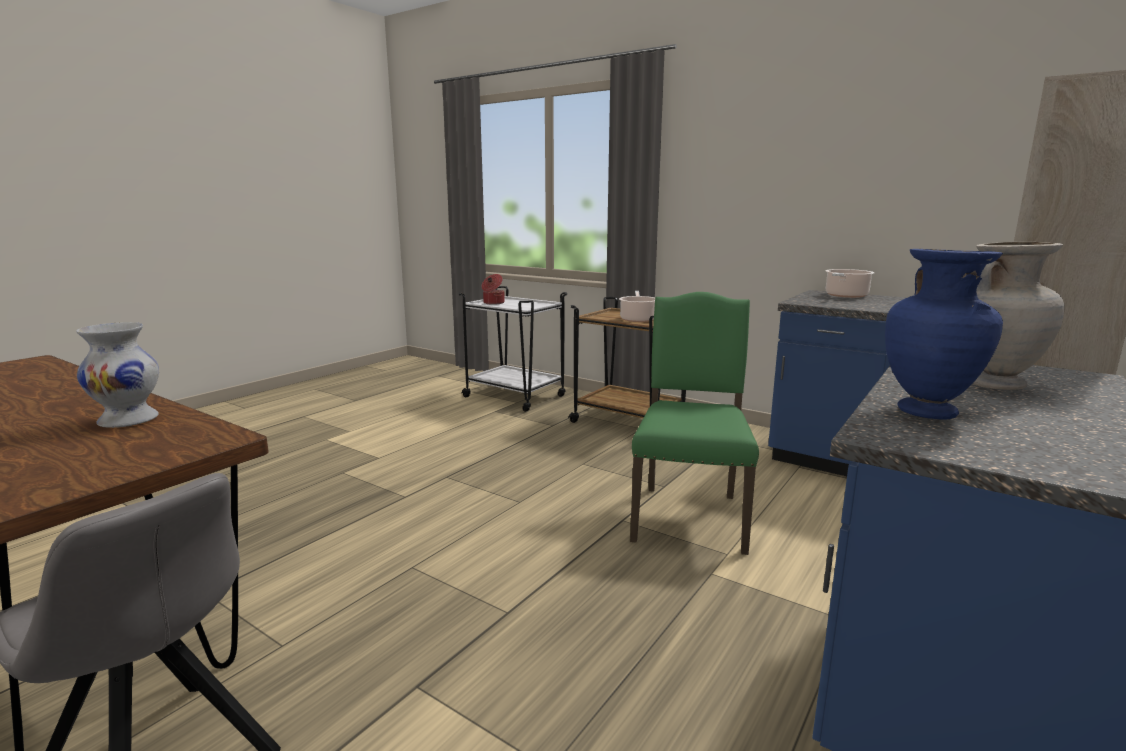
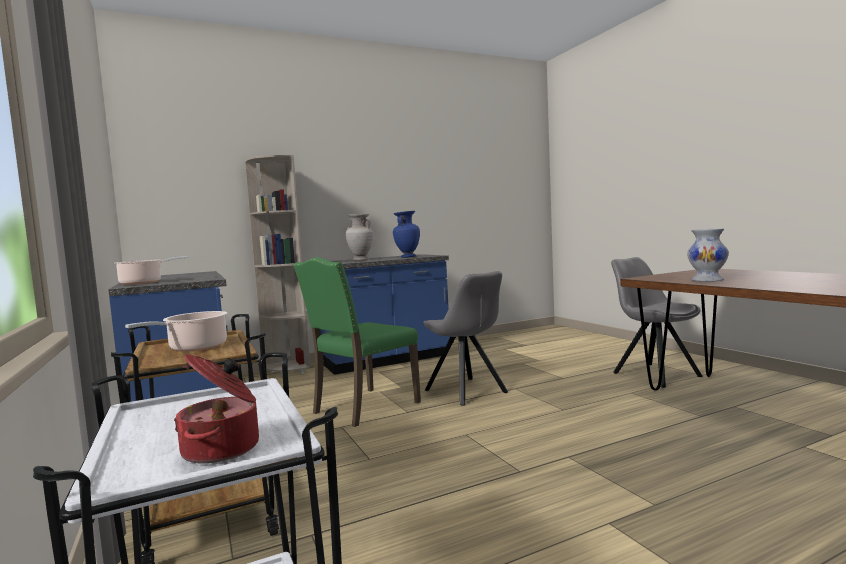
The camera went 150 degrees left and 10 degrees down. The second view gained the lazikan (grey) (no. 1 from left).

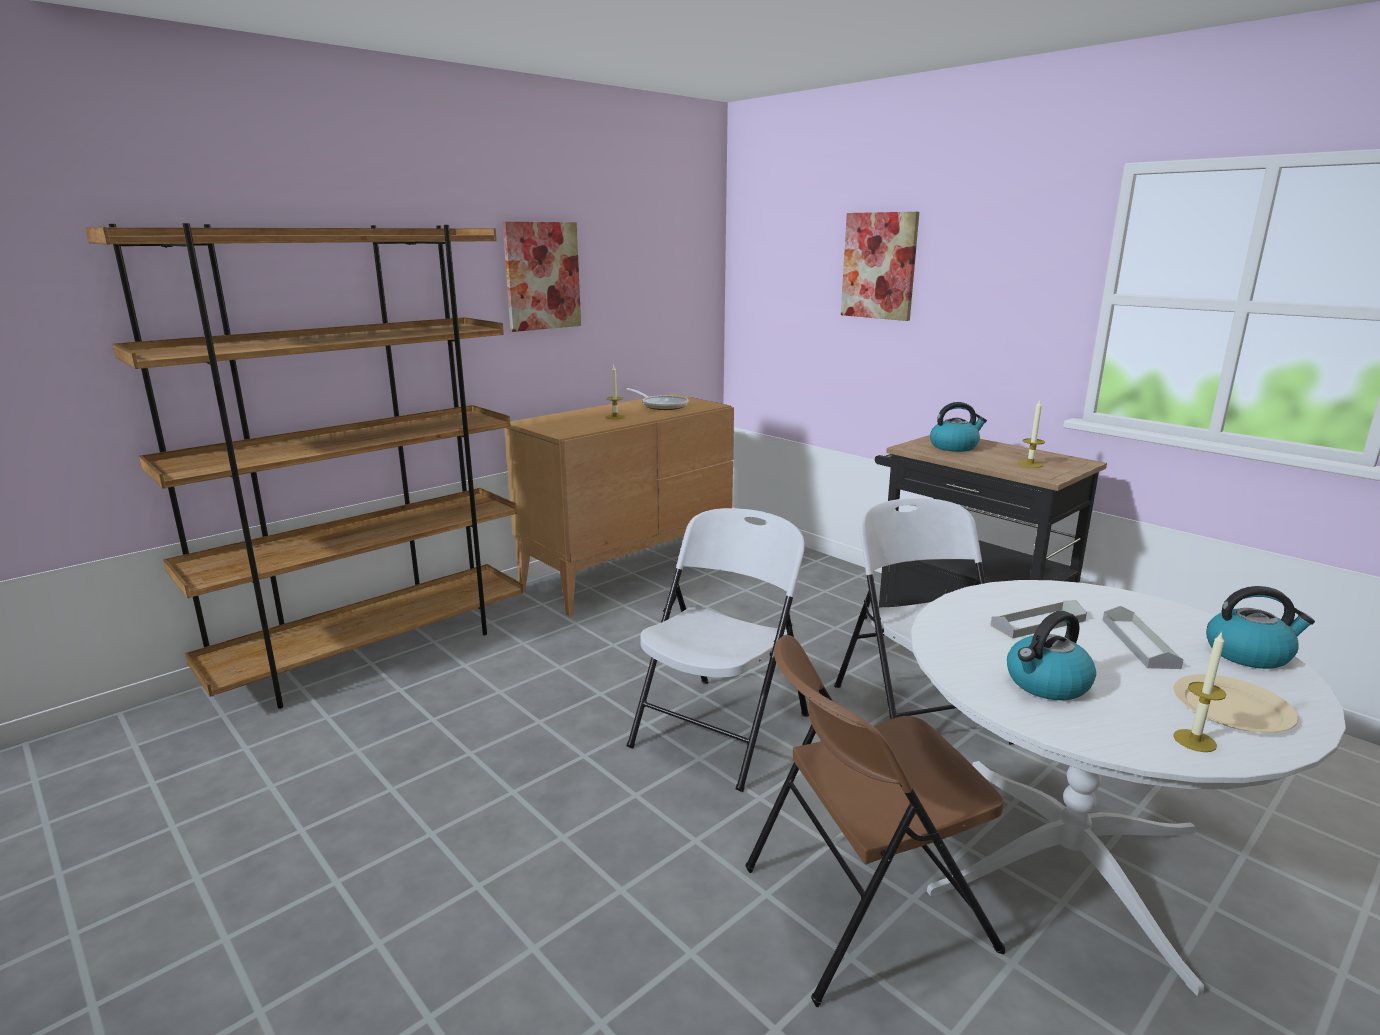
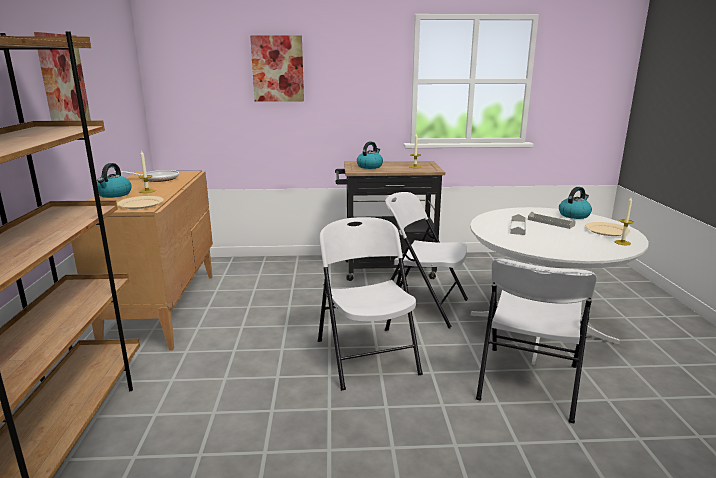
The camera went 50 degrees left and 0 degrees up. What was the lazikan (brown) turned into the lazikan (white) (no. 3 from left). The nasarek (no. 2 from left in the first image) ended up elsewhere. The second view gained the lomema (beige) (no. 1 from left).

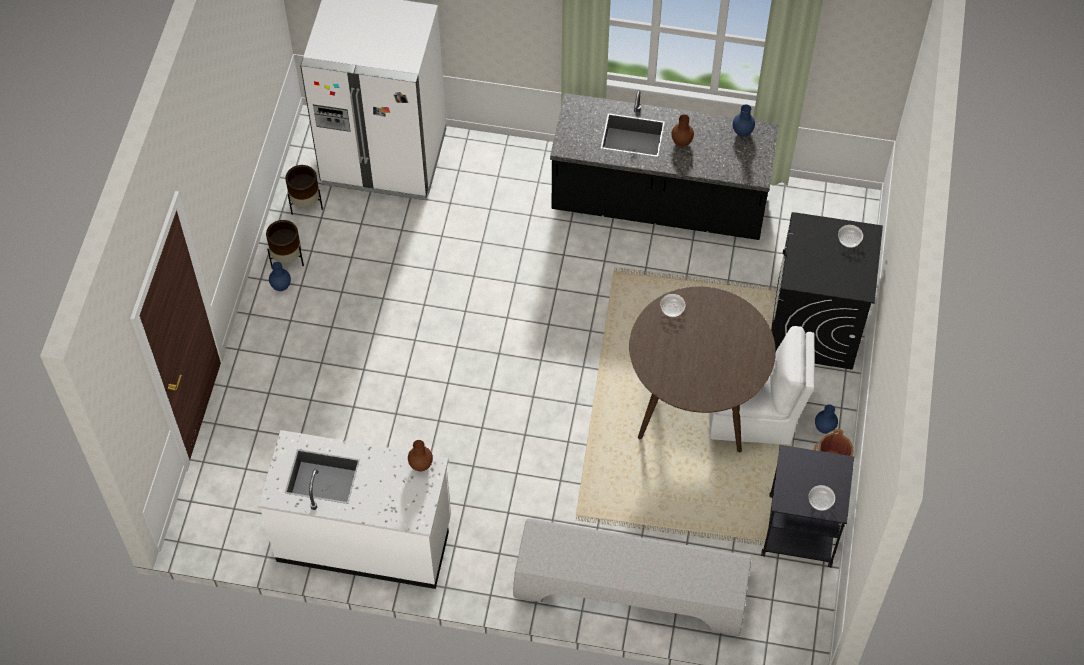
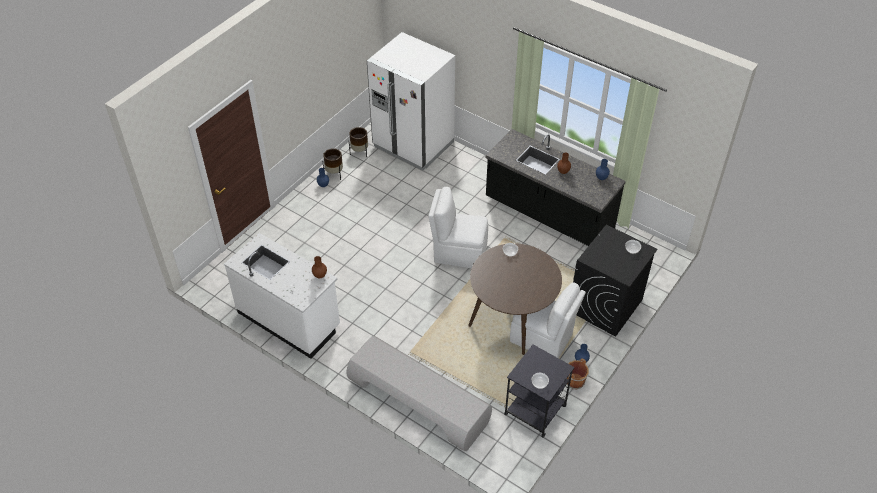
The camera went 25 degrees right and 10 degrees down. The second view gained the lazikan (white) (no. 1 from left).

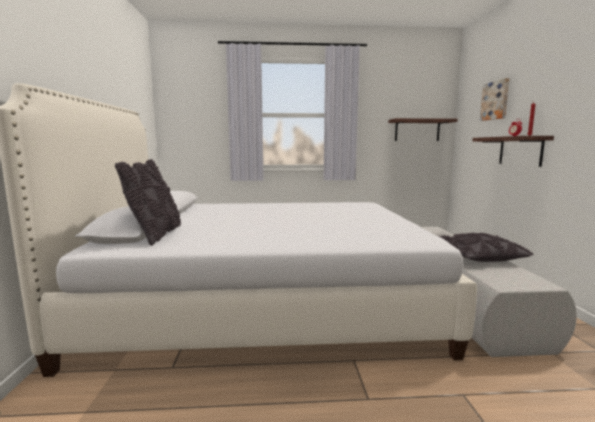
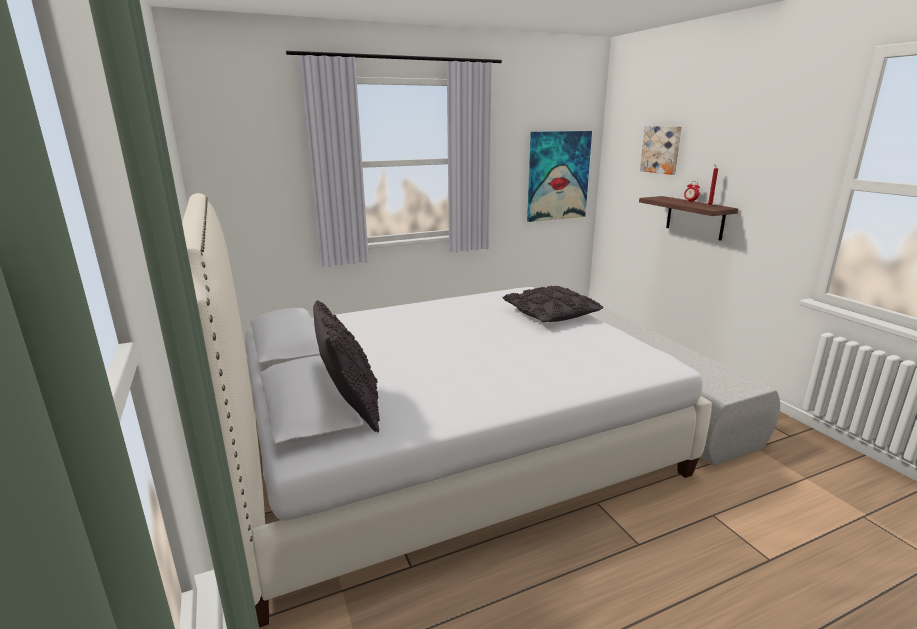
The camera went 20 degrees left and 10 degrees up. Where the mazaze (no. 1 from left) hung, the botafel (no. 1 from left) came to hang. The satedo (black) (no. 2 from left) ended up elsewhere.

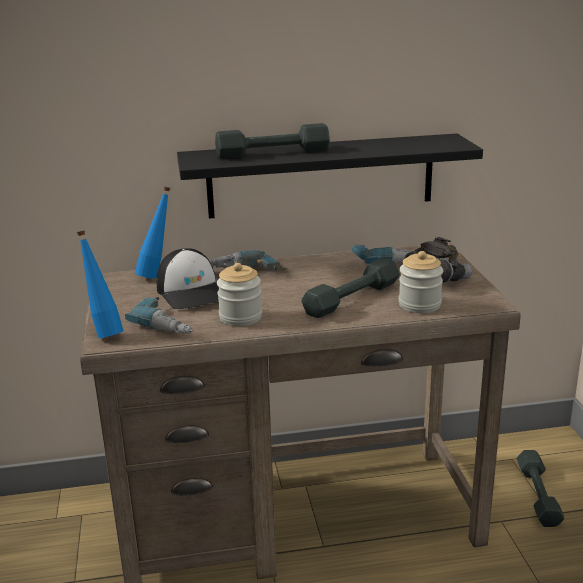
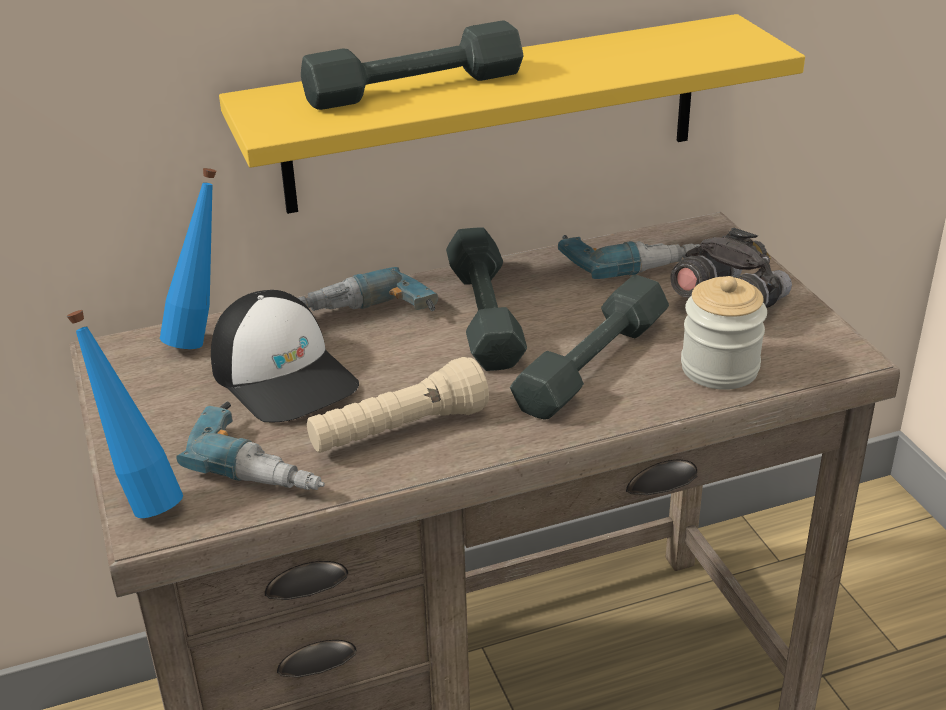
The camera went 10 degrees left and 10 degrees up. What was the mazaze (black) turned into the mazaze (yellow). Where the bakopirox (no. 1 from left) stood, the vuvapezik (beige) came to stand. The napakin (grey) (no. 3 from left in the first image) ended up elsewhere.

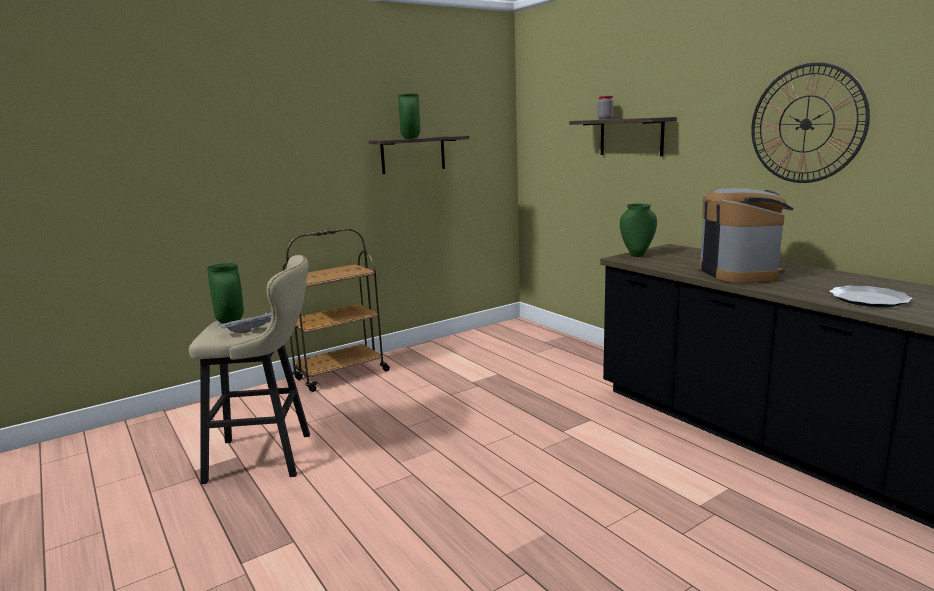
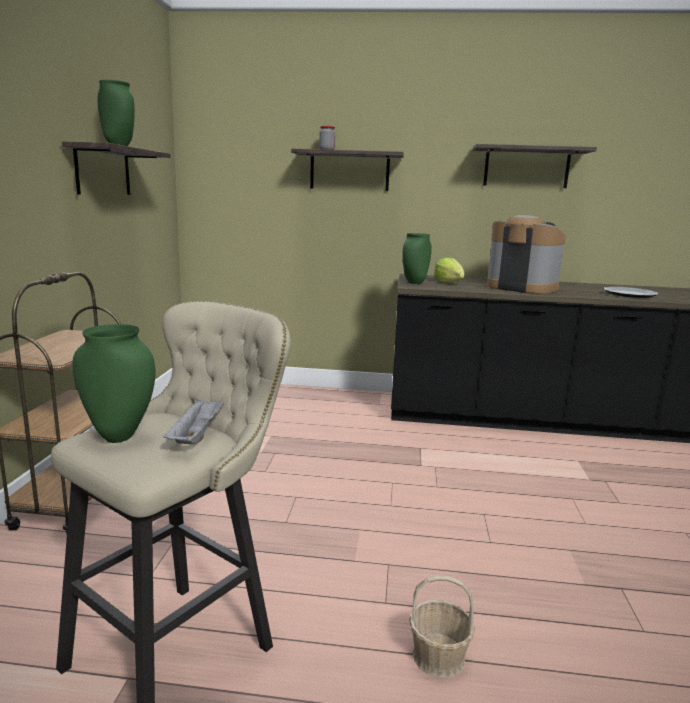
The camera went 50 degrees left and 0 degrees up. Where the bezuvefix hung, the mazaze (no. 3 from left) came to hang. The second view gained the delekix. The second view gained the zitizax.

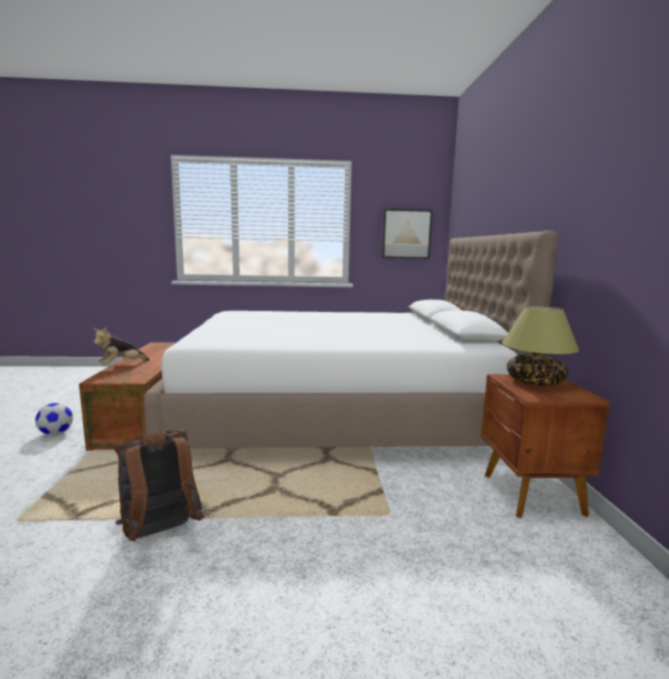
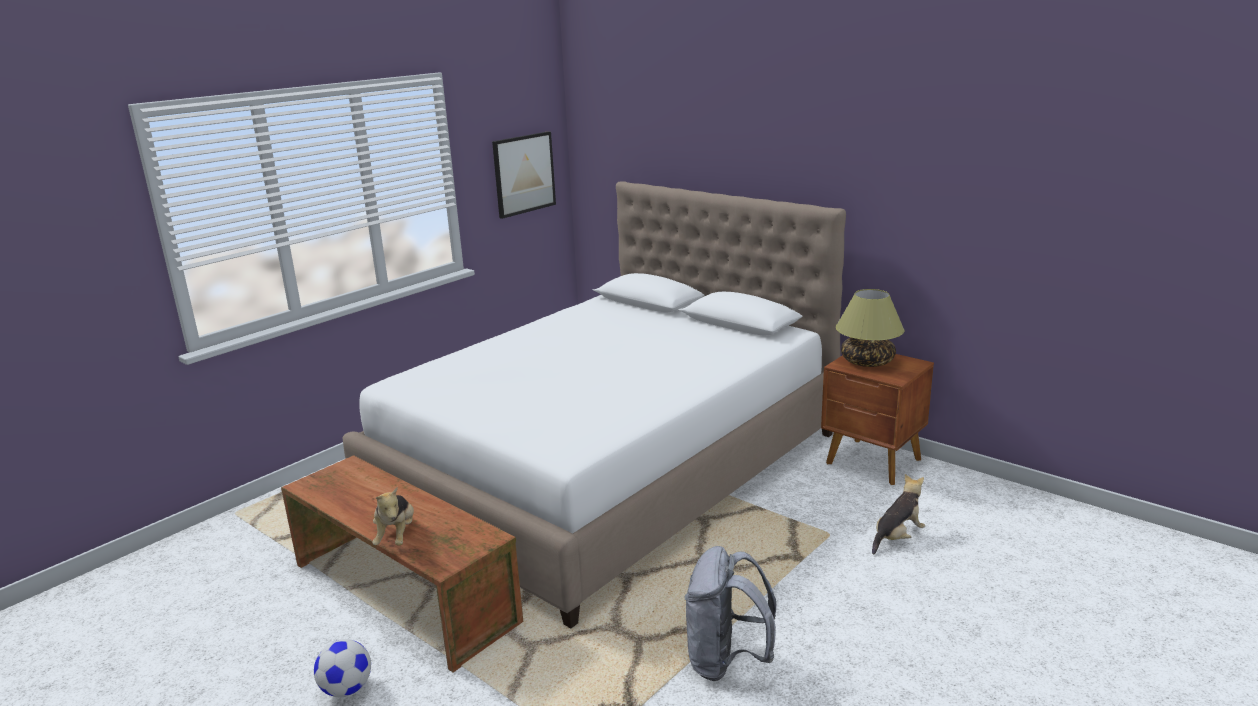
The camera went 45 degrees left and 10 degrees up. What was the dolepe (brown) turned into the dolepe (grey). The second view gained the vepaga (no. 2 from left).

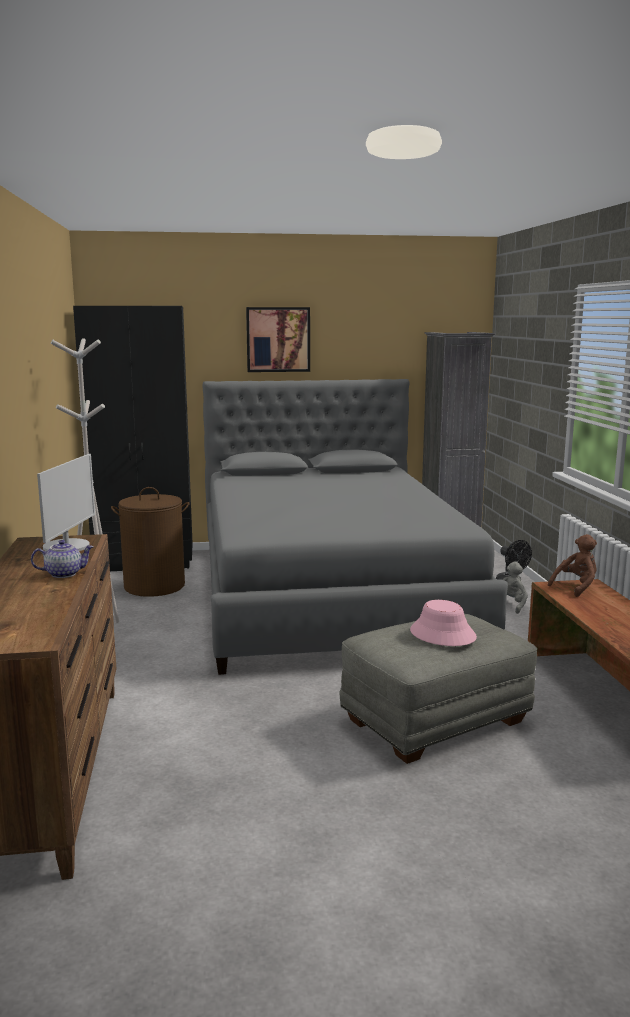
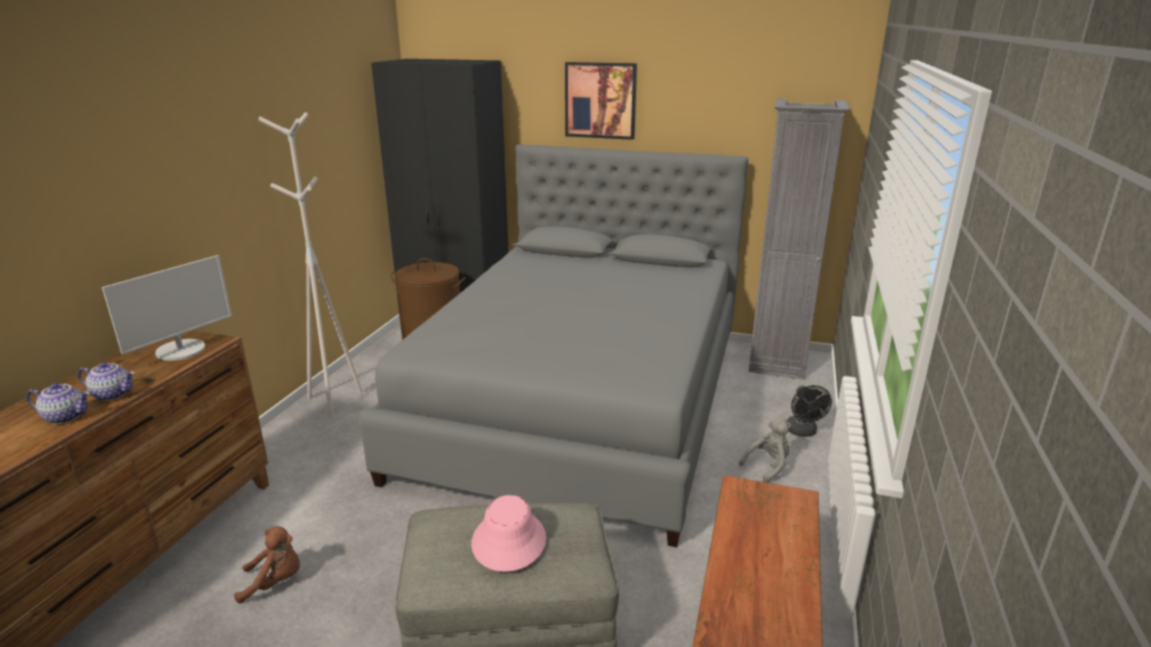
The camera went 25 degrees right and 10 degrees up. The vepaga (brown) ended up elsewhere. The second view gained the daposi (no. 1 from left).

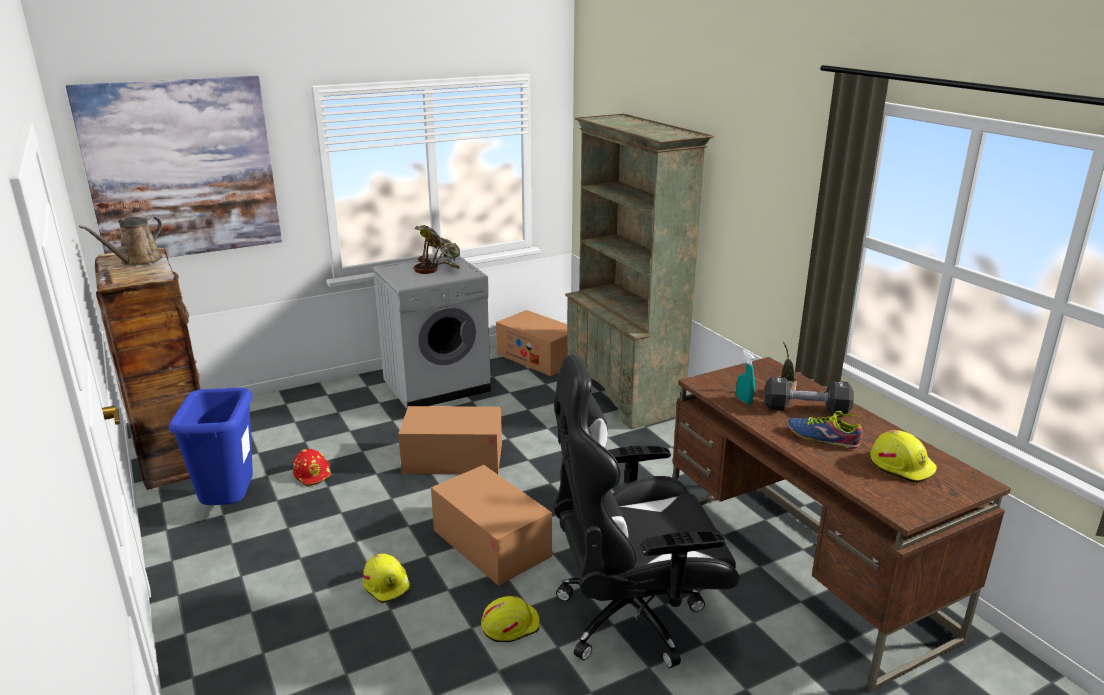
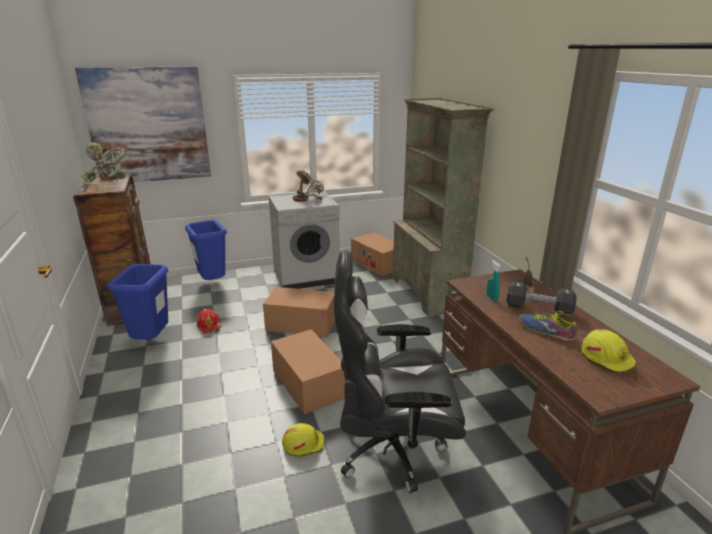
The camera went 10 degrees right and 0 degrees up. Where the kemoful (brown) stood, the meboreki (no. 1 from left) came to stand. The second view lost the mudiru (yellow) (no. 1 from left). The second view gained the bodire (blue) (no. 2 from left).

